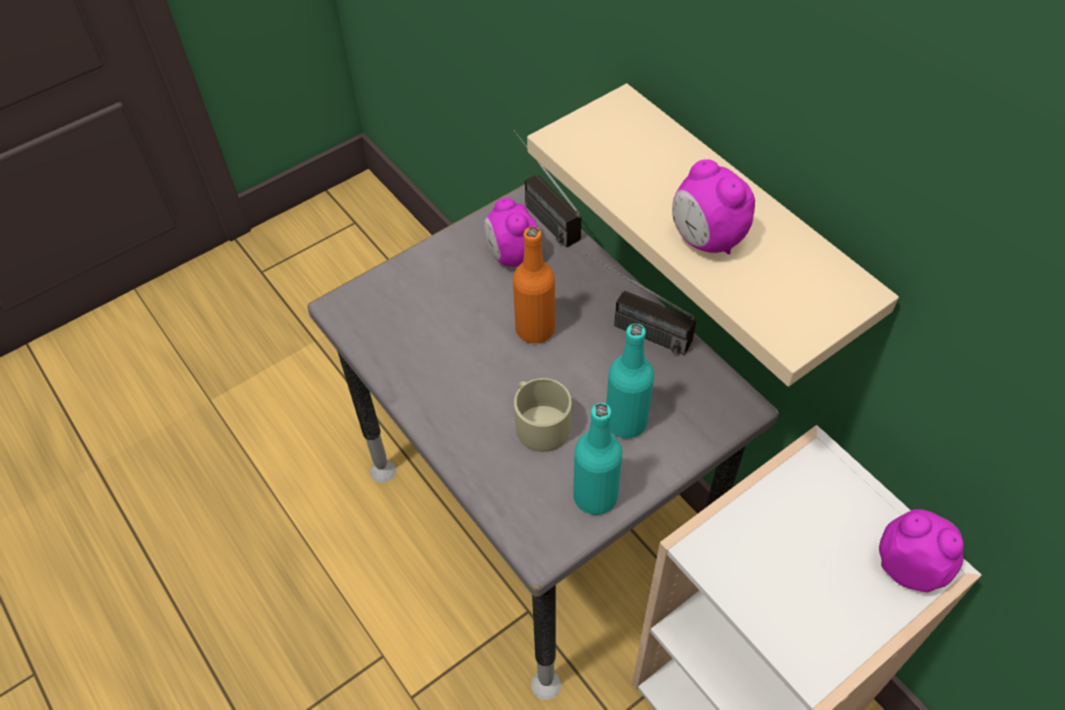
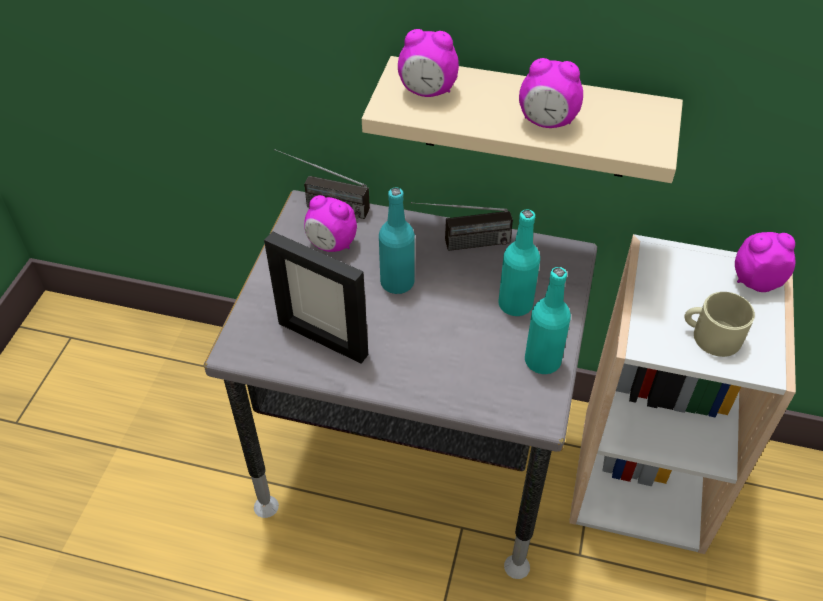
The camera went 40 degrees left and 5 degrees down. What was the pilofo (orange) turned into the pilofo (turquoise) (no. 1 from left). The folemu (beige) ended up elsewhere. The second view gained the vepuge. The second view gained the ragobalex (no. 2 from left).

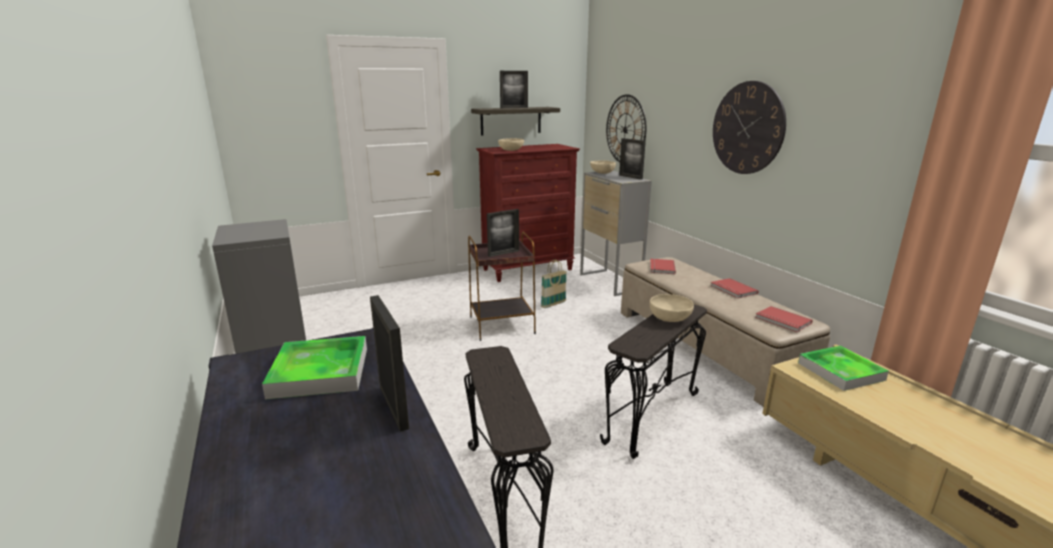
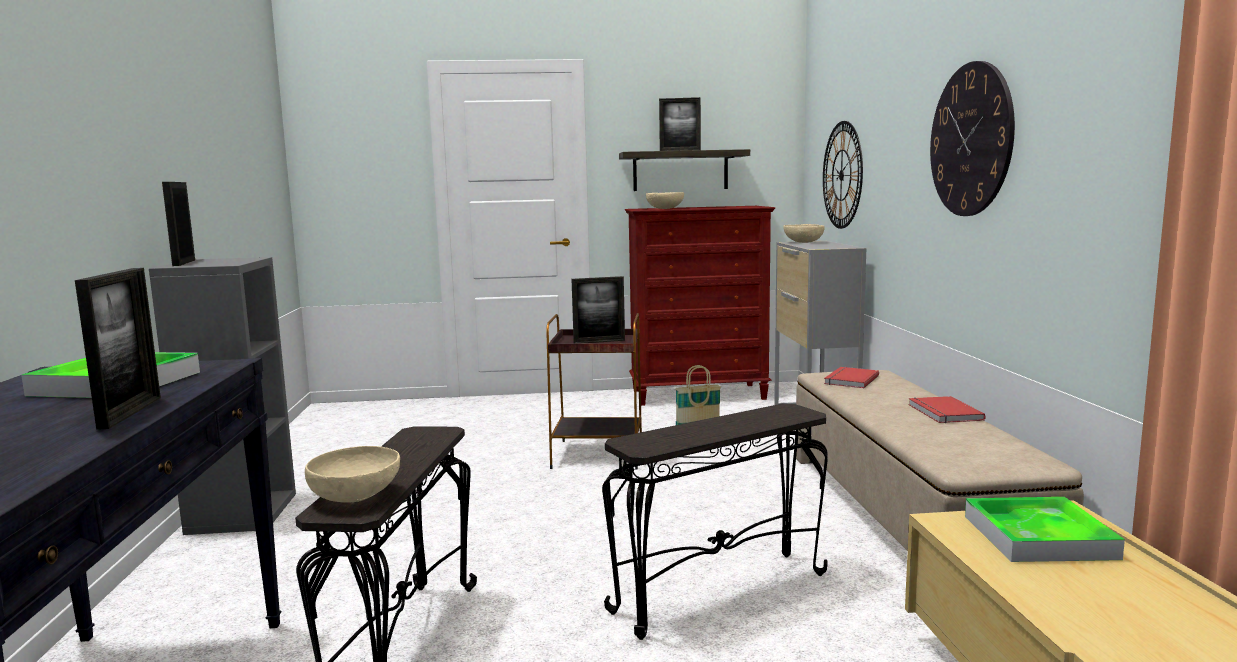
The camera went 20 degrees right and 10 degrees down. The vepuge (no. 4 from left in the first image) ended up elsewhere. The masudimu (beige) (no. 3 from left in the first image) ended up elsewhere. The second view lost the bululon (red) (no. 3 from left).

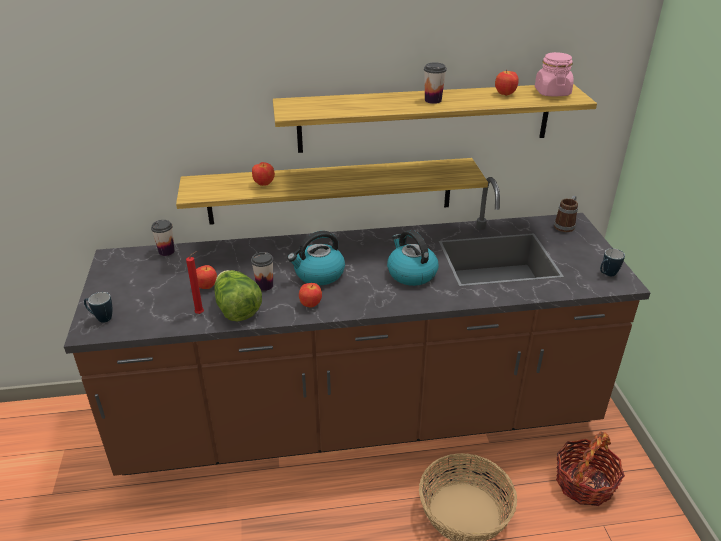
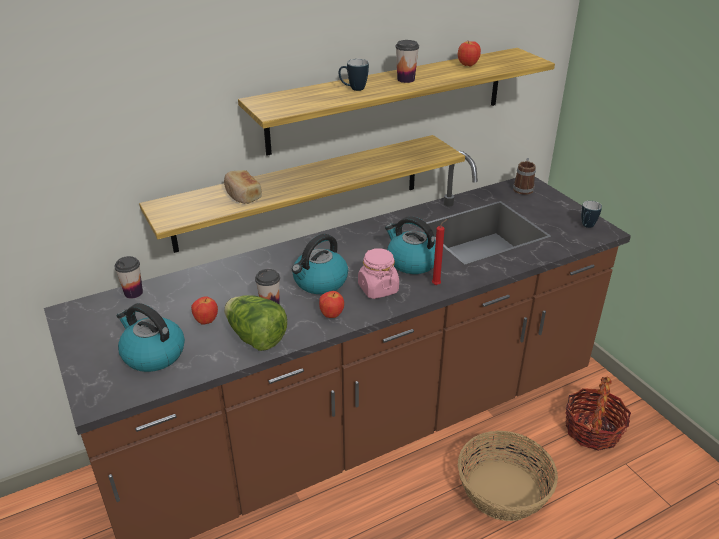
The camera went 20 degrees left and 0 degrees up. The folemu (no. 1 from left) ended up elsewhere. The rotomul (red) ended up elsewhere. Where the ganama (no. 2 from left) stood, the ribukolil came to stand. The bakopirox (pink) ended up elsewhere. The second view gained the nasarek (no. 1 from left).

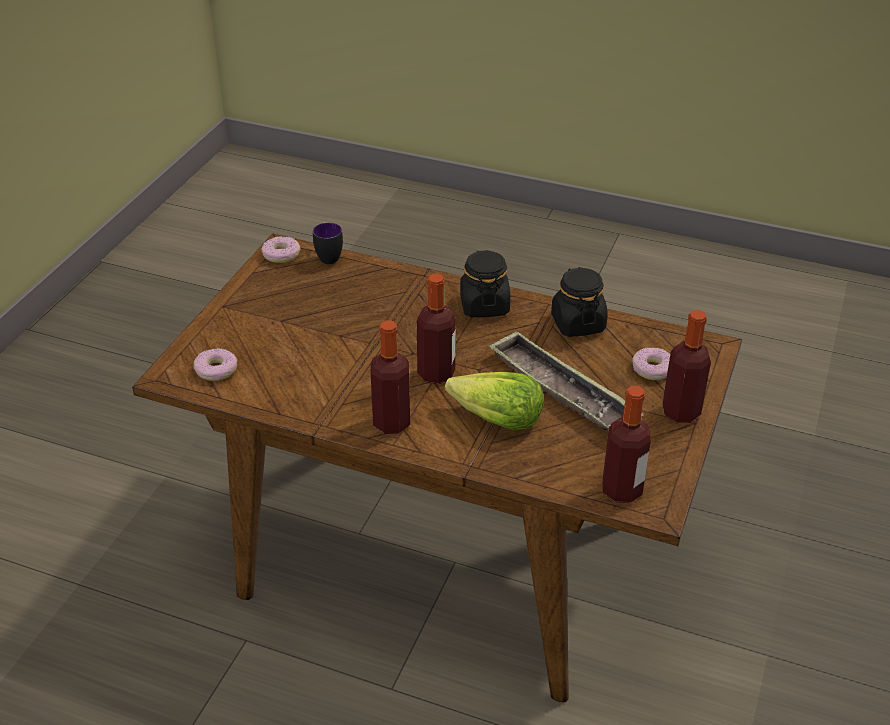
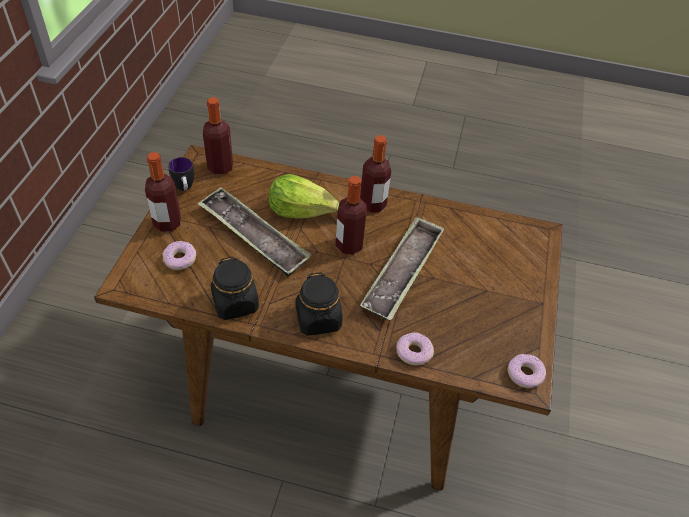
The camera went 170 degrees right and 10 degrees up. The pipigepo (no. 1 from left in the first image) ended up elsewhere. The folemu ended up elsewhere. The second view gained the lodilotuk (no. 2 from left).

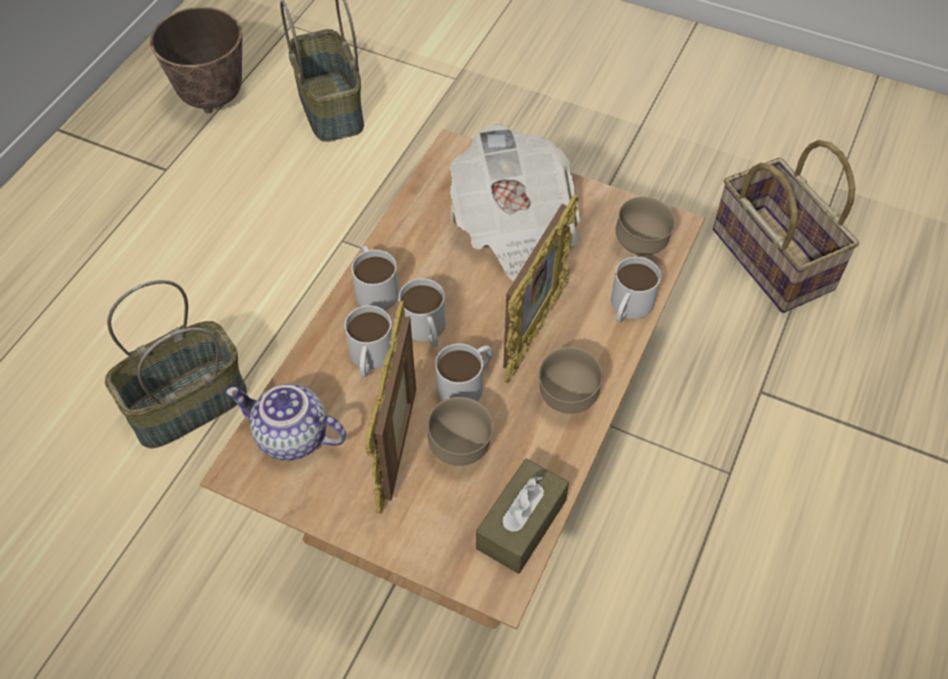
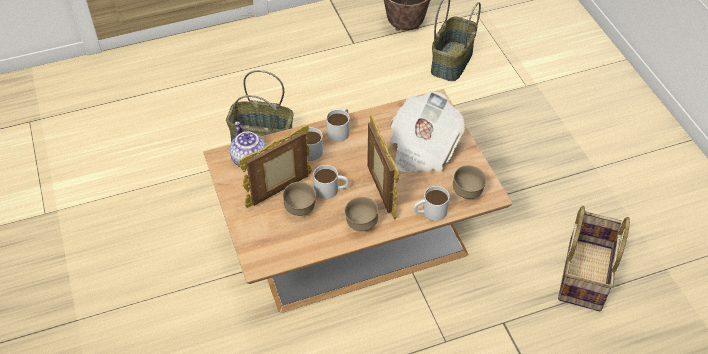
The camera went 45 degrees right and 5 degrees down. The second view lost the folemu (white) (no. 3 from left). The second view lost the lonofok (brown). The vepuge (no. 2 from left) ended up facing another way, 90 degrees counterclockwise from before.

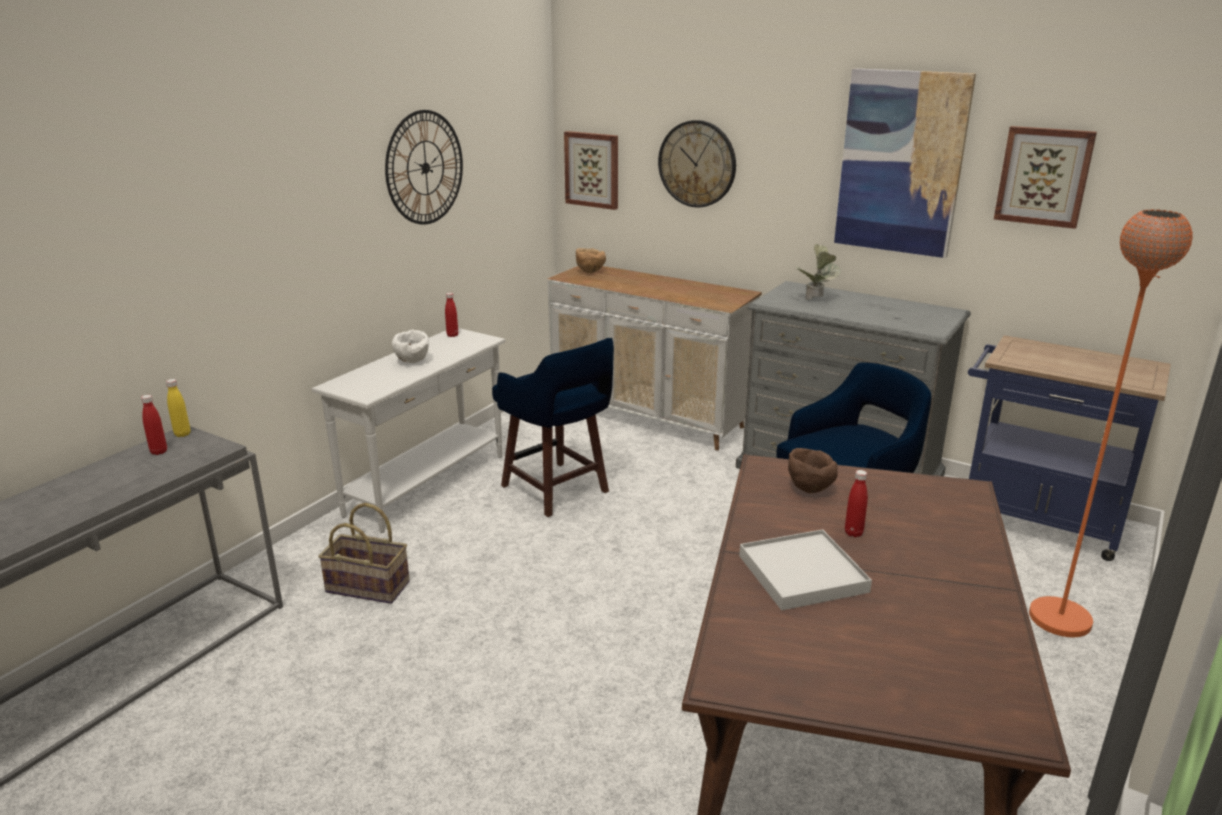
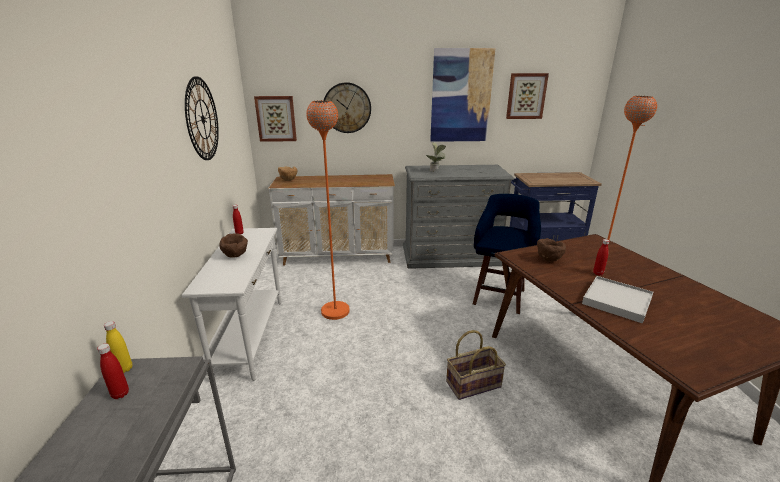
The camera went 35 degrees left and 0 degrees up. The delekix ended up elsewhere. What was the masudimu (white) turned into the masudimu (brown) (no. 1 from left). Where the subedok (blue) (no. 1 from left) stood, the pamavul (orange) (no. 1 from left) came to stand.

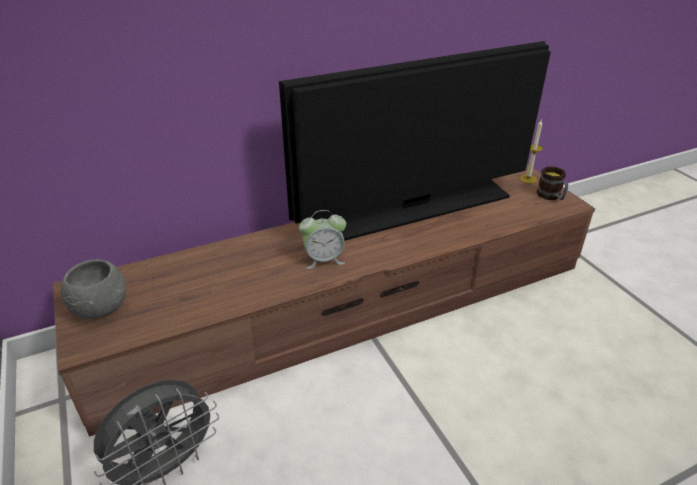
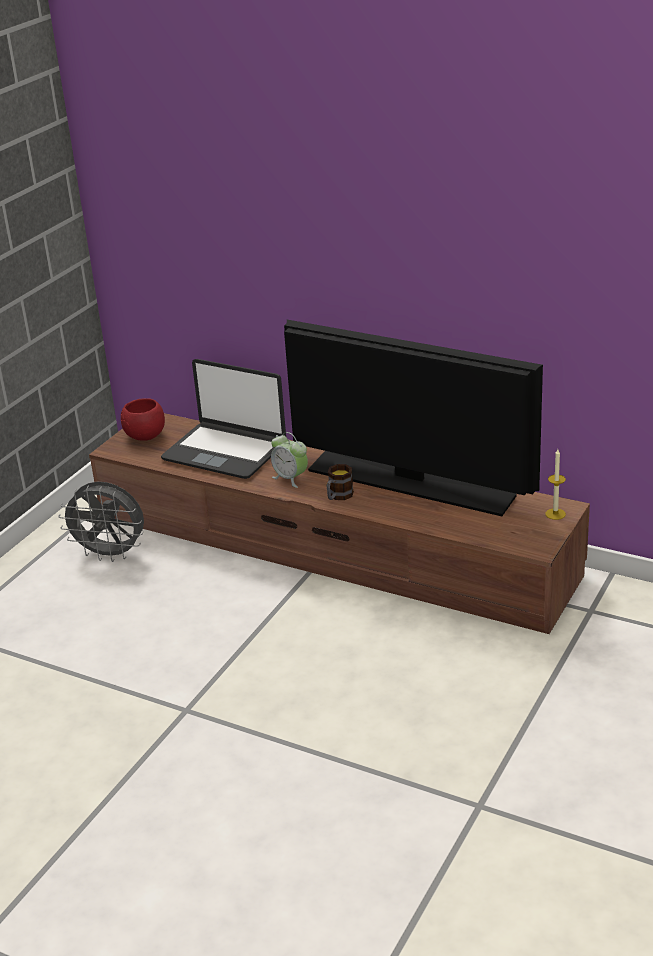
The camera went 55 degrees right and 5 degrees down. What was the masudimu (grey) turned into the masudimu (red). The folemu ended up elsewhere. The second view gained the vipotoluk.

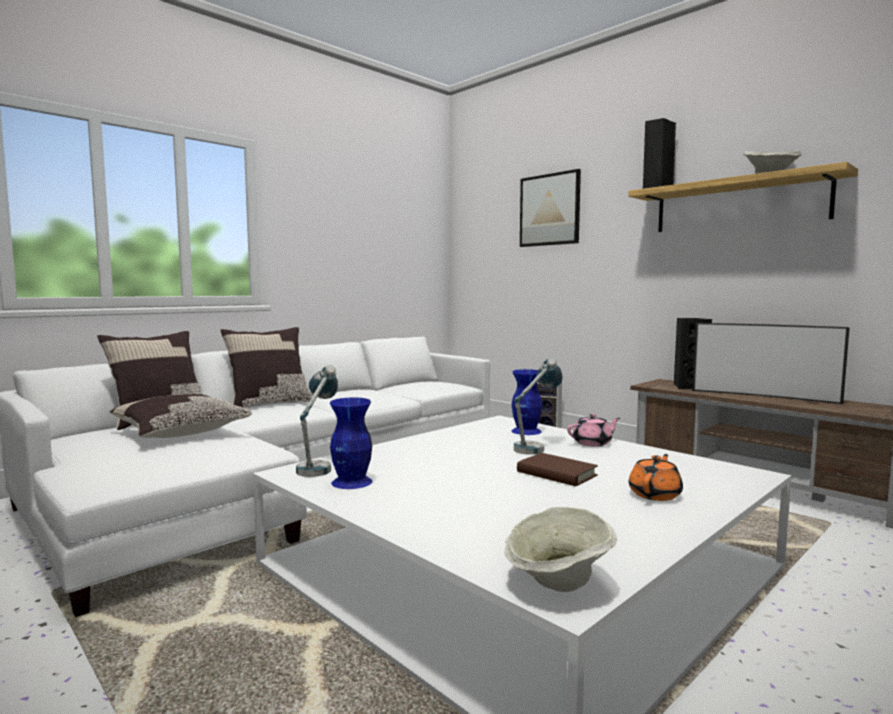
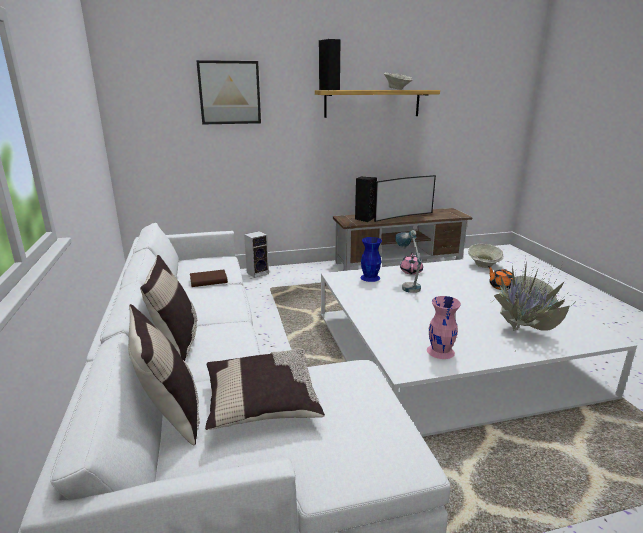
The camera went 60 degrees left and 15 degrees up. The second view lost the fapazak (no. 1 from left). What was the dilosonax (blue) (no. 1 from left) turned into the dilosonax (pink). The masudimu (beige) (no. 1 from left in the first image) ended up elsewhere. The bululon (brown) ended up elsewhere. The second view gained the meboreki.

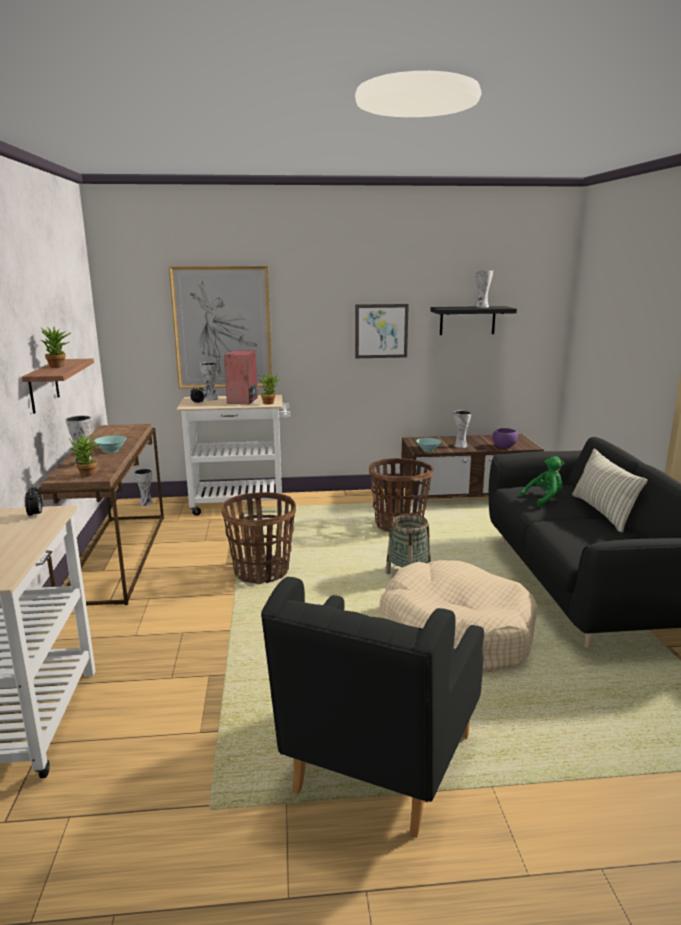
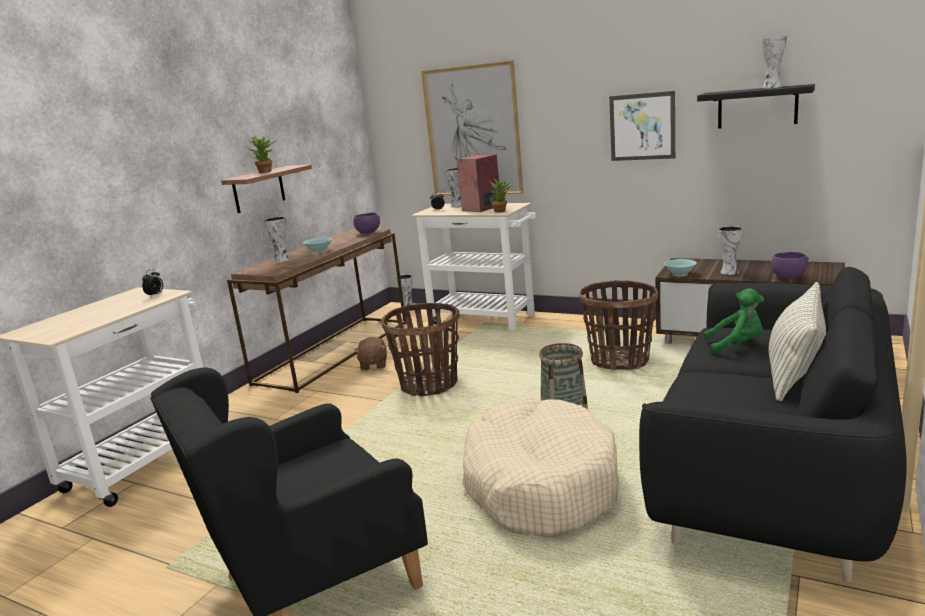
The camera went 35 degrees right and 0 degrees up. The second view lost the meboreki (no. 2 from left). The second view gained the masudimu (purple) (no. 1 from left). The second view gained the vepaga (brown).

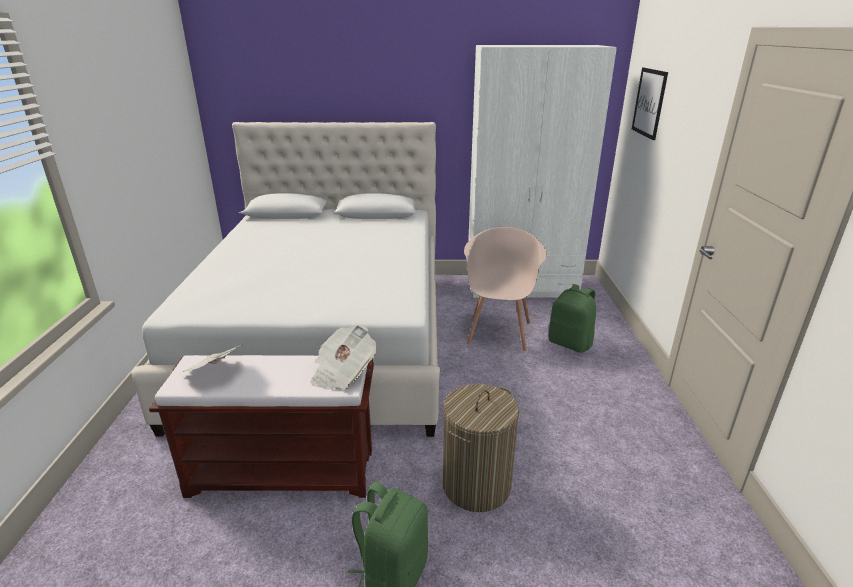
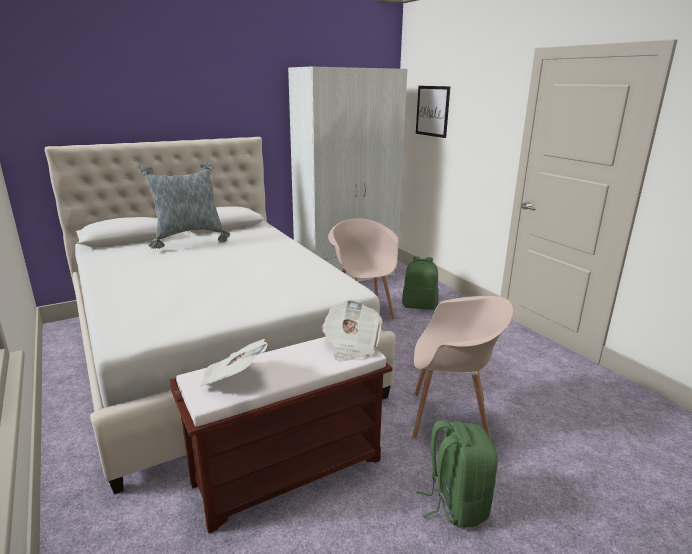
The camera went 30 degrees left and 5 degrees down. Where the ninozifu stood, the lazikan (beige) (no. 2 from left) came to stand. The second view gained the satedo.

